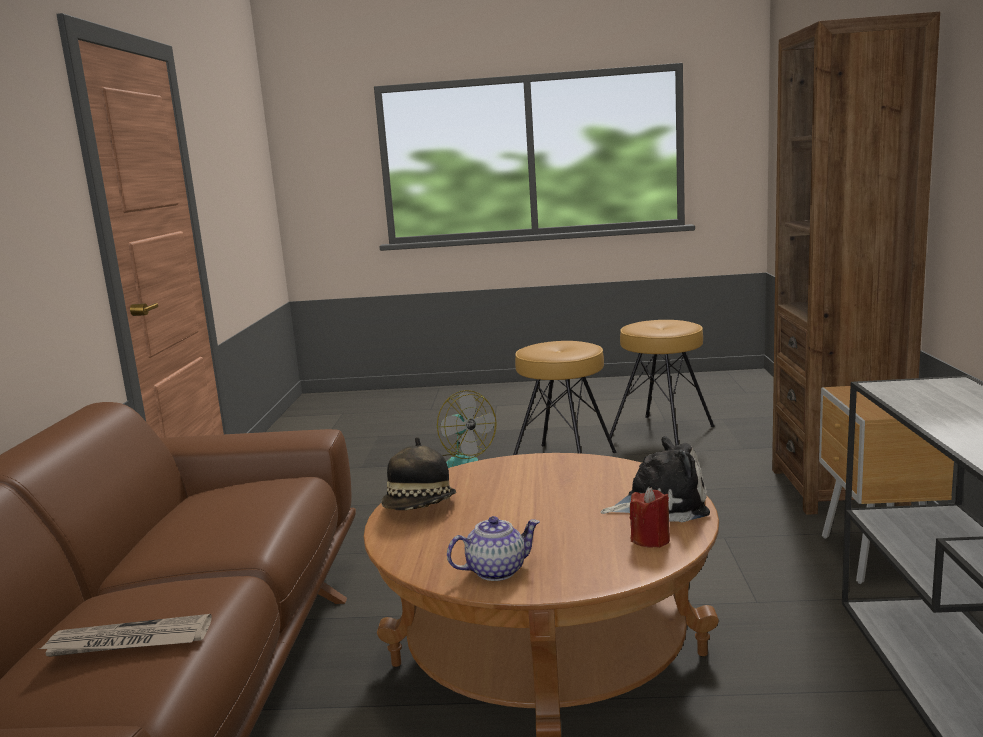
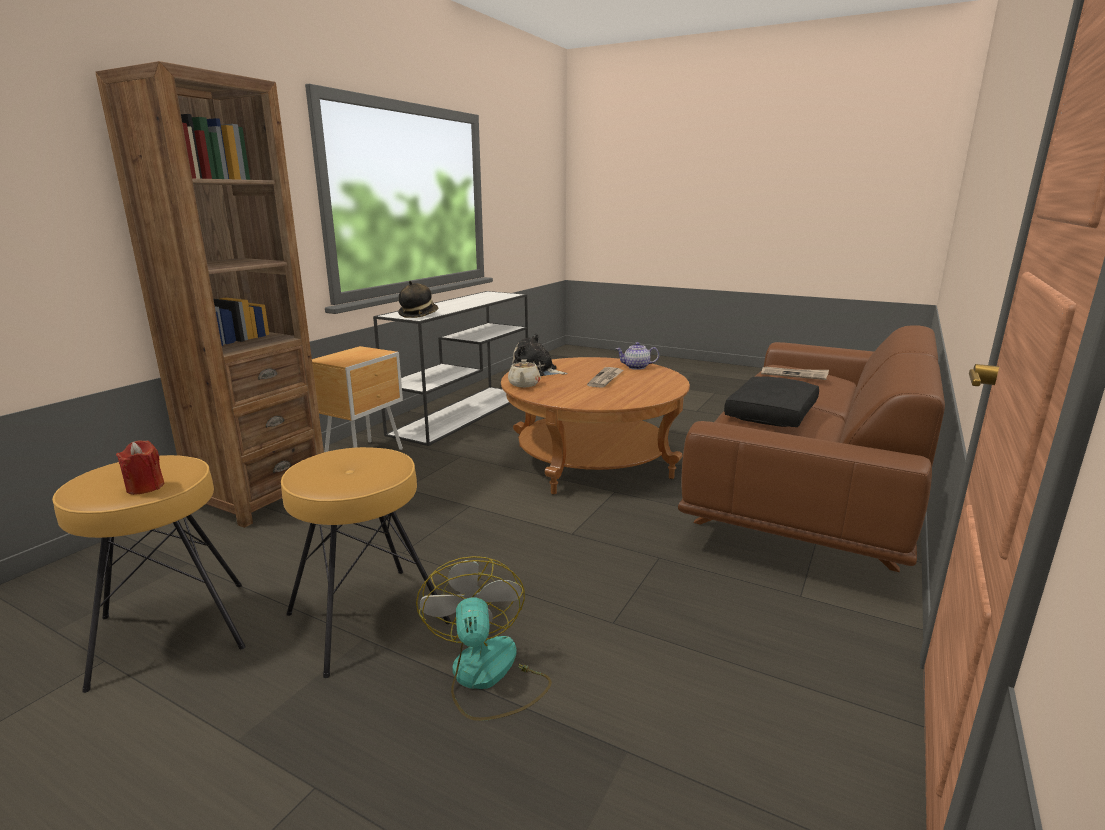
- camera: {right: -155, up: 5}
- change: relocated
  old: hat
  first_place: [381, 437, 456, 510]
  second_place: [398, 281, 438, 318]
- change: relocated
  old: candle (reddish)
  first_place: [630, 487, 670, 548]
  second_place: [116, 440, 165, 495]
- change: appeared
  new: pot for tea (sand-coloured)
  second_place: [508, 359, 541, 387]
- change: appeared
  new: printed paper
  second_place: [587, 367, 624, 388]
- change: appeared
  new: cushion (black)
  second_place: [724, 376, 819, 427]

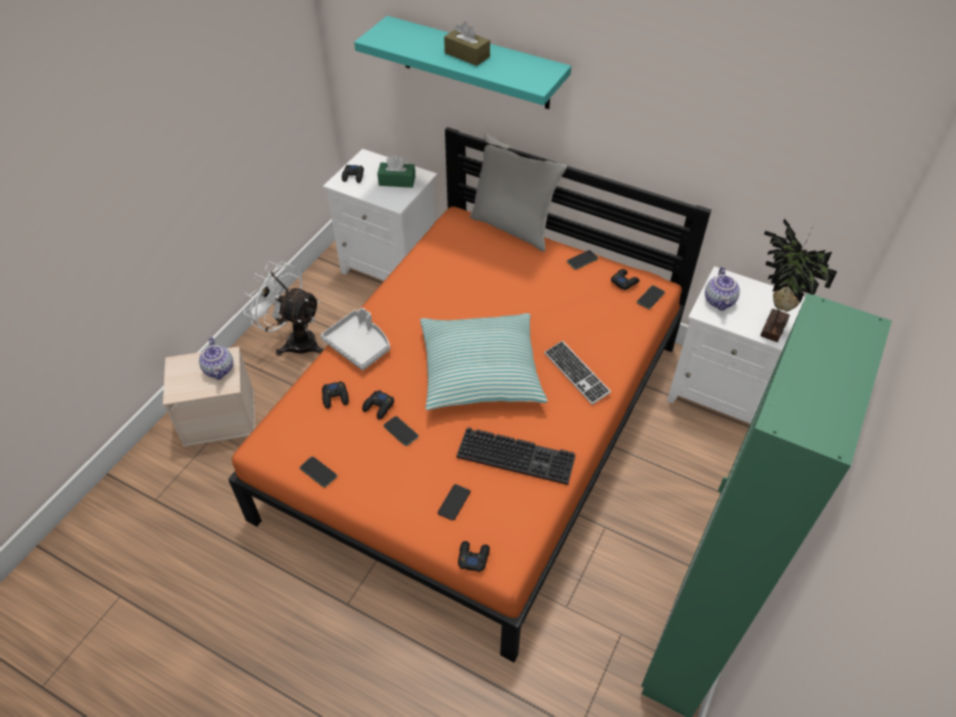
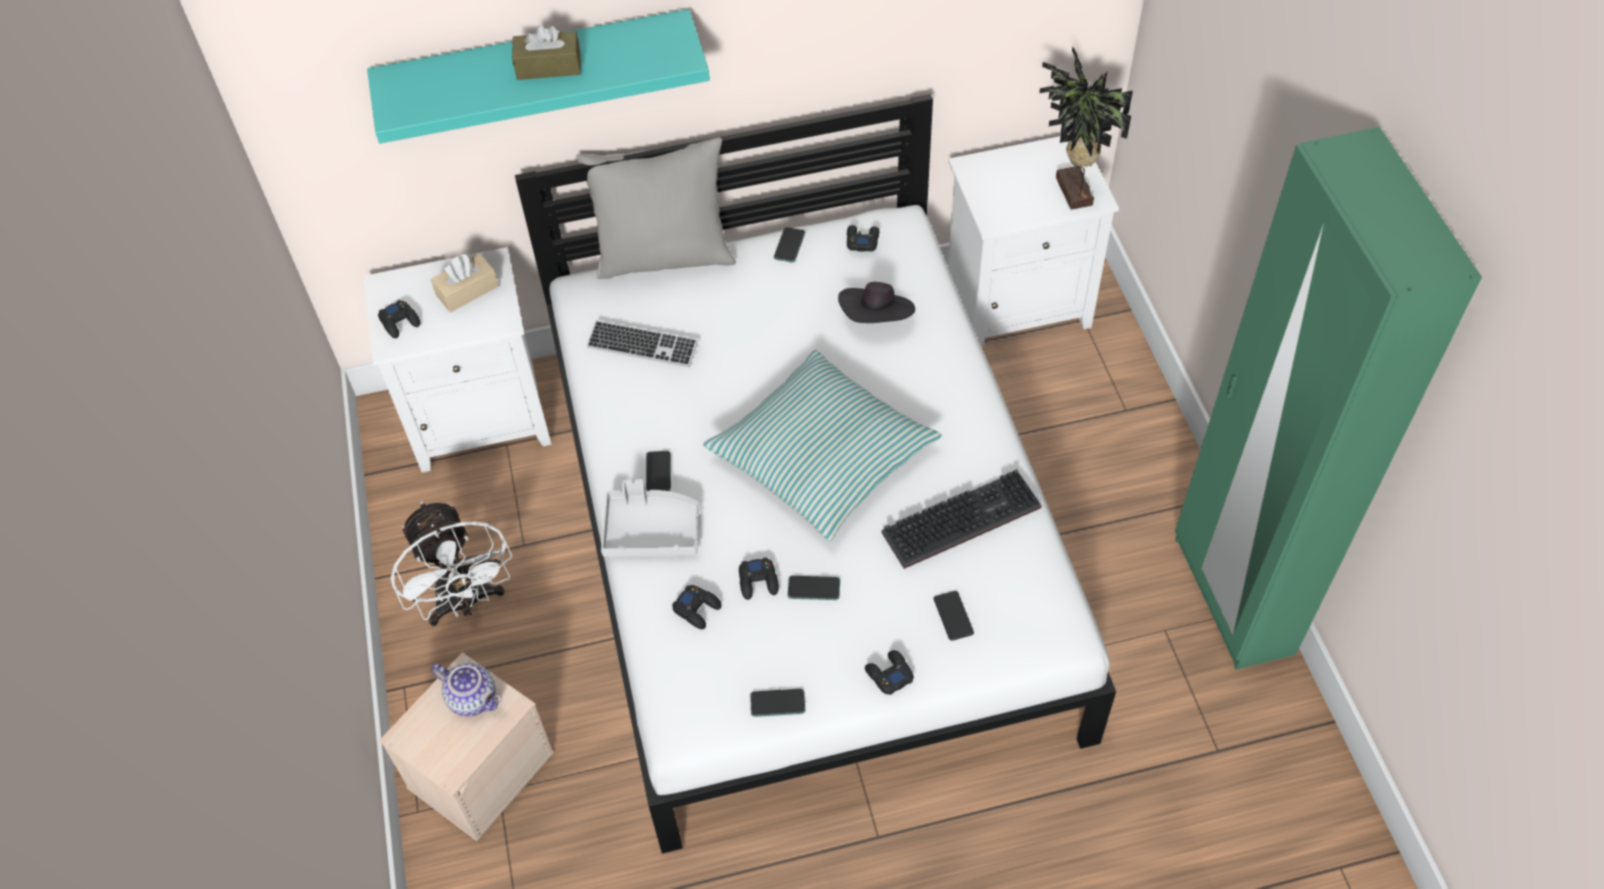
- camera: {right: -40, up: 5}
- change: colour
  old: bed (orange)
  new: bed (white-coloured)
  first_place: [228, 127, 711, 663]
  second_place: [515, 94, 1116, 854]
- change: spun
  old: electric fan (white-coloured)
  first_place: [244, 261, 324, 356]
  second_place: [390, 501, 512, 626]
  degrees: -105
- change: colour
  old: box of tissues (green-coloured)
  new: box of tissues (sand-coloured)
  first_place: [377, 156, 415, 188]
  second_place: [431, 253, 499, 312]
- change: relocated
  old: game controller (black)
  first_place: [458, 541, 490, 572]
  second_place: [865, 650, 914, 695]
- change: relocated
  old: keyboard
  first_place: [544, 341, 611, 405]
  second_place: [587, 320, 698, 367]
- change: relocated
  old: telephone
  first_place: [637, 285, 665, 309]
  second_place: [646, 451, 671, 491]
- change: missing
  old: pot for tea
  first_place: [705, 267, 740, 311]
- change: appeared
  new: hat (black)
  second_place: [838, 282, 915, 323]

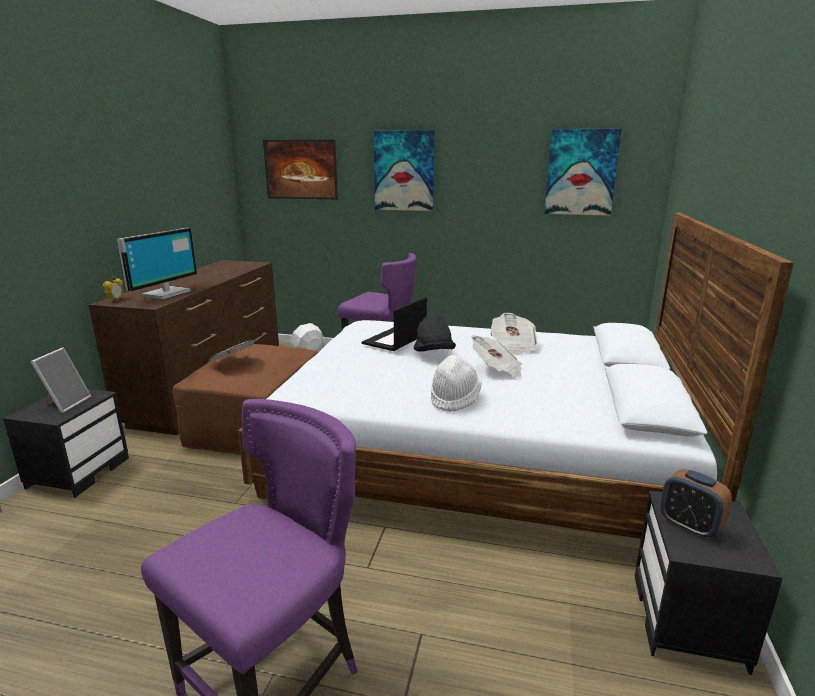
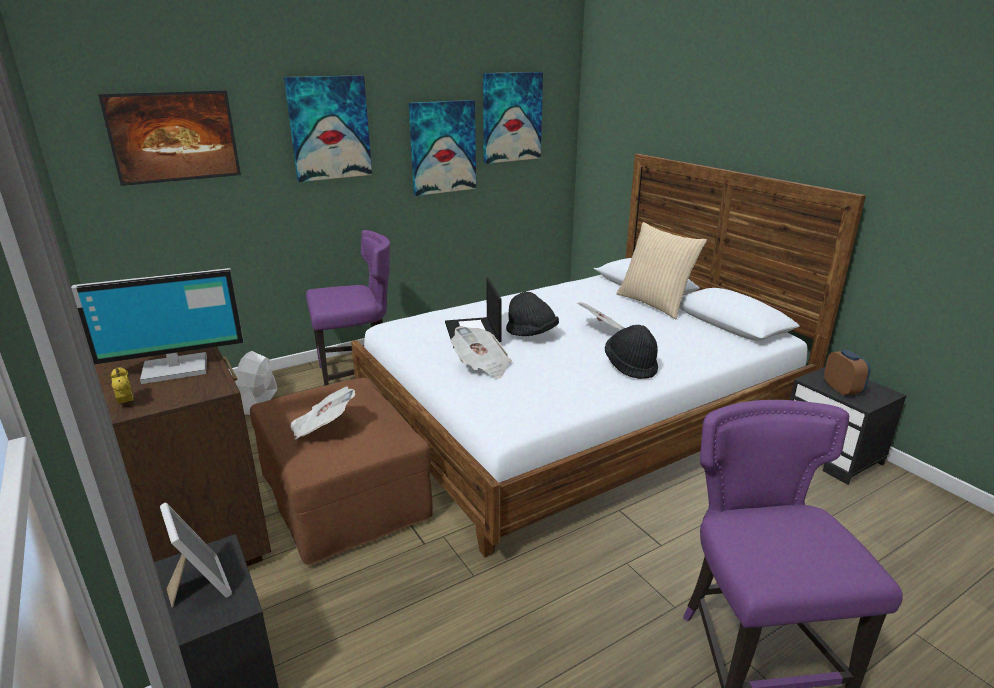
- camera: {right: -45, up: 5}
- change: spun
  old: computer screen
  first_place: [117, 228, 197, 299]
  second_place: [71, 268, 244, 384]
  degrees: 90
- change: colour
  old: hat (white-coloured)
  new: hat (black)
  first_place: [431, 355, 482, 412]
  second_place: [605, 325, 658, 379]
- change: relocated
  old: printed paper
  first_place: [490, 313, 537, 355]
  second_place: [451, 326, 512, 378]
- change: spun
  old: table clock
  first_place: [660, 469, 732, 538]
  second_place: [824, 350, 870, 396]
  degrees: -105
- change: appeared
  new: picture
  second_place: [409, 100, 476, 196]
- change: appeared
  new: cushion (sand-coloured)
  second_place: [616, 222, 707, 319]

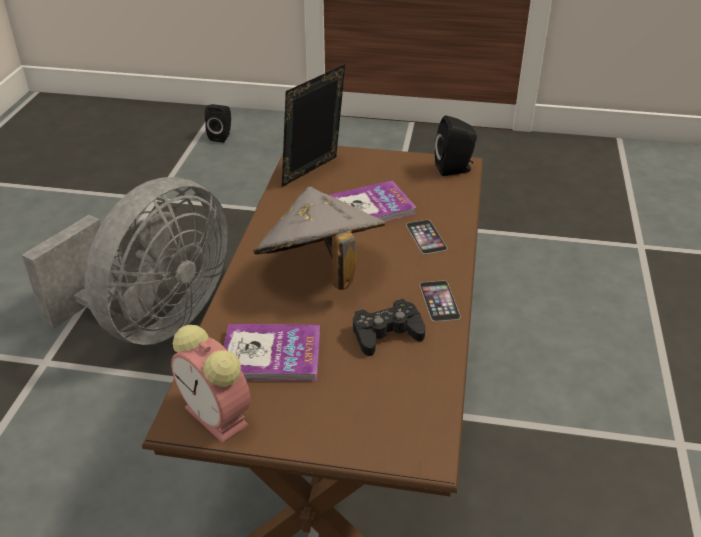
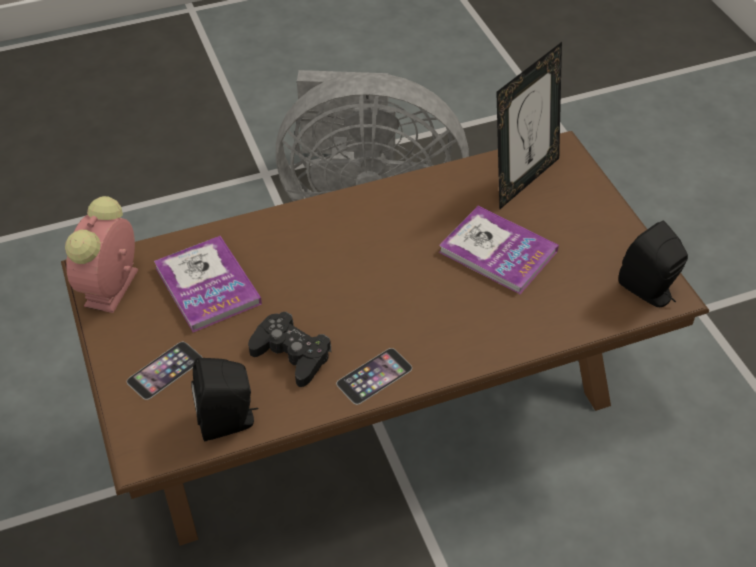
- camera: {right: 60, up: 10}
- change: relocated
  old: speaker (black)
  first_place: [205, 104, 231, 143]
  second_place: [191, 358, 258, 441]
- change: missing
  old: hat (gray)
  first_place: [254, 187, 385, 290]
- change: spun
  old: standing frame
  first_place: [282, 64, 345, 187]
  second_place: [496, 42, 562, 210]
  degrees: 120
- change: relocated
  old: telephone
  first_place: [406, 220, 448, 254]
  second_place: [127, 342, 203, 400]

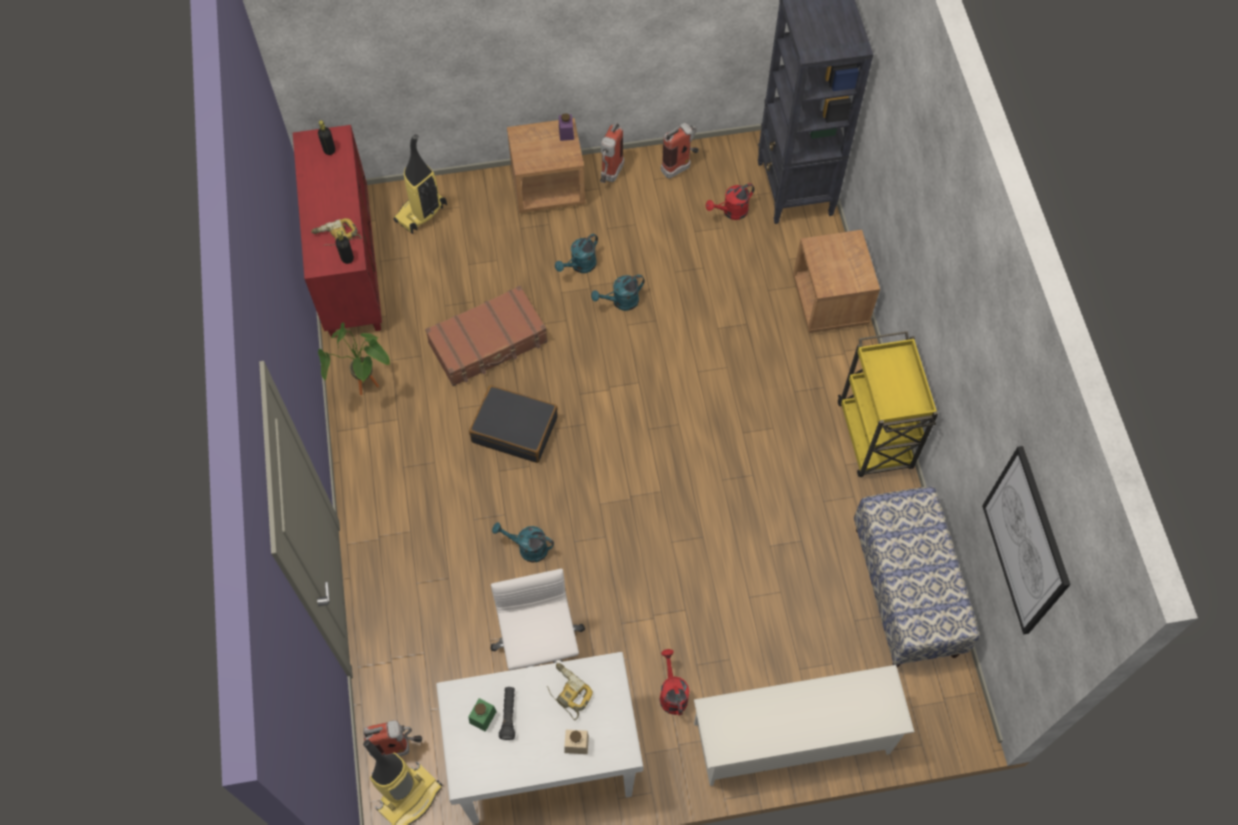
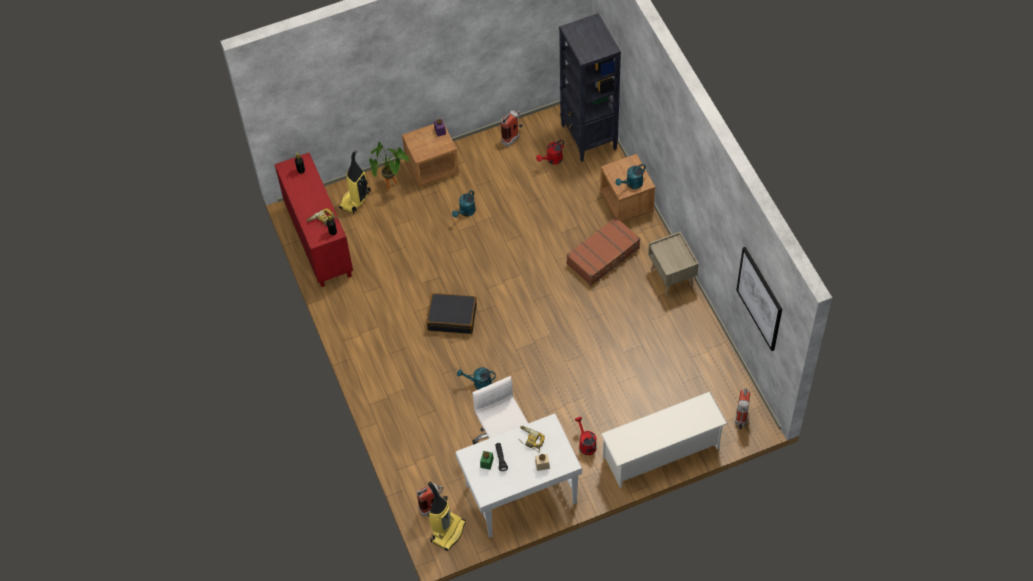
- camera: {right: -10, up: -5}
- change: relocated
  old: houseplant
  first_place: [318, 322, 390, 395]
  second_place: [369, 142, 409, 191]
- change: relocated
  old: suitcase (brown)
  first_place: [425, 286, 548, 386]
  second_place: [566, 216, 640, 286]
- change: relocated
  old: sprinkling can (turquoise-coloured)
  first_place: [591, 275, 645, 311]
  second_place: [615, 164, 646, 189]
- change: relocated
  old: extinguisher
  first_place: [600, 122, 624, 183]
  second_place: [735, 388, 750, 429]
- change: exchanged
  old: wheeled cart (yellow)
  new: bedside table (sand-coloured)
  first_place: [838, 331, 938, 477]
  second_place: [648, 231, 699, 295]
- change: missing
  old: bench
  first_place: [854, 486, 980, 668]

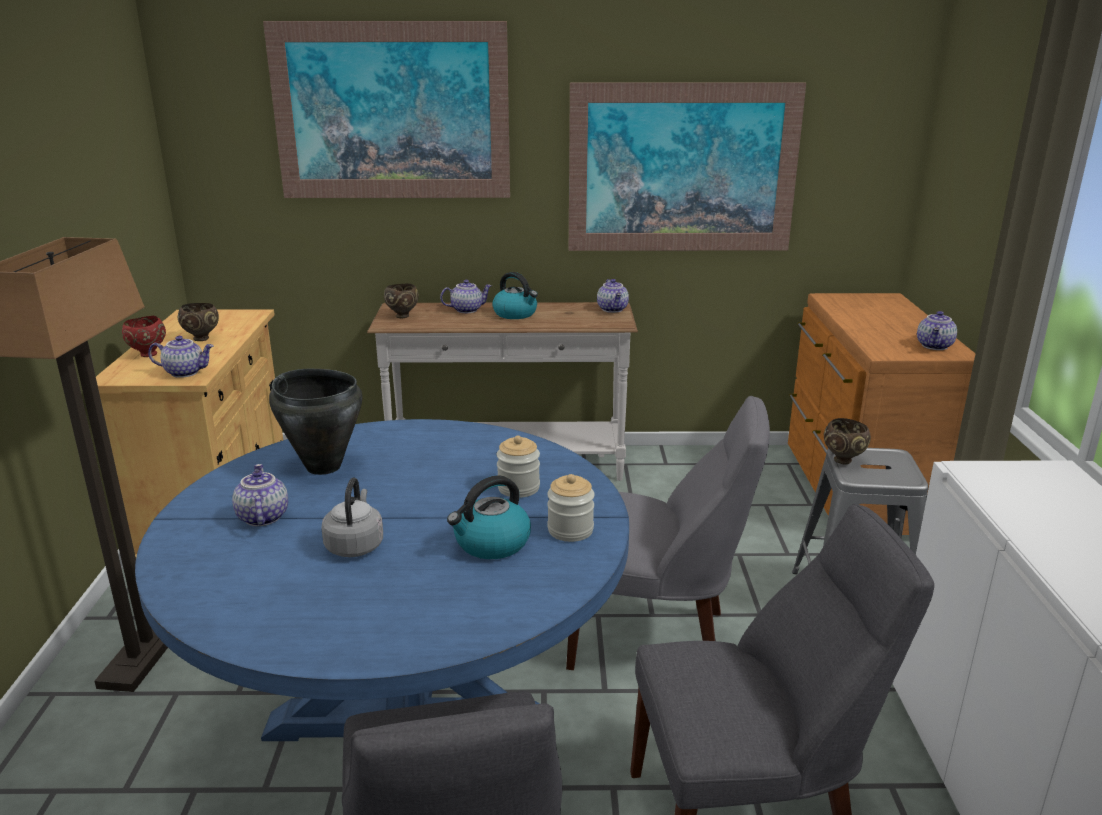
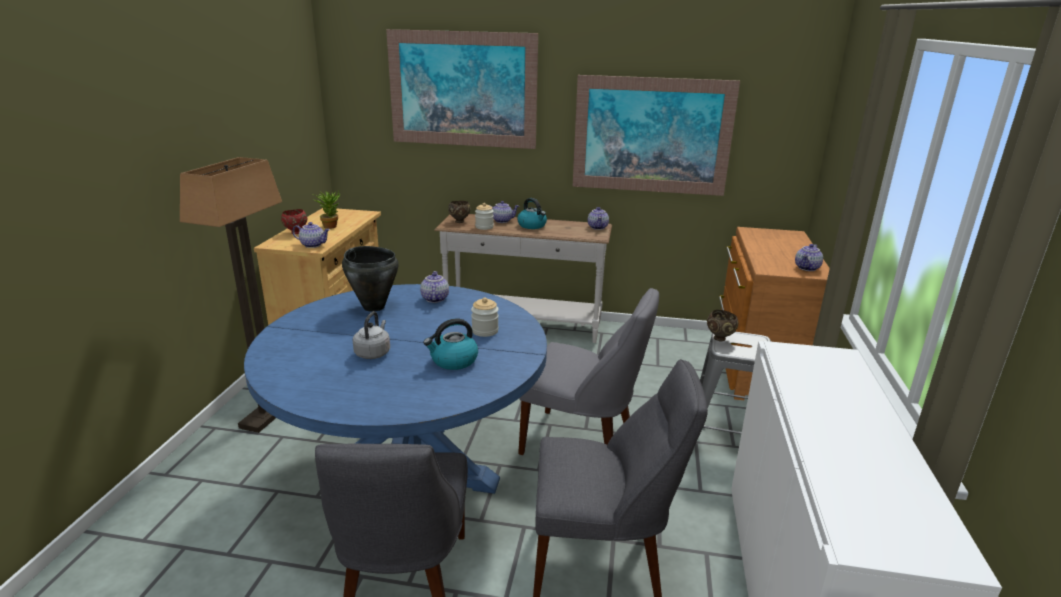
- camera: {right: 10, up: 0}
- change: exchanged
  old: serving bowl (brown)
  new: houseplant
  first_place: [178, 303, 219, 341]
  second_place: [313, 191, 340, 229]
- change: relocated
  old: pot for tea
  first_place: [232, 464, 288, 526]
  second_place: [420, 271, 449, 303]
- change: relocated
  old: storage jar
  first_place: [547, 474, 595, 542]
  second_place: [475, 203, 494, 230]

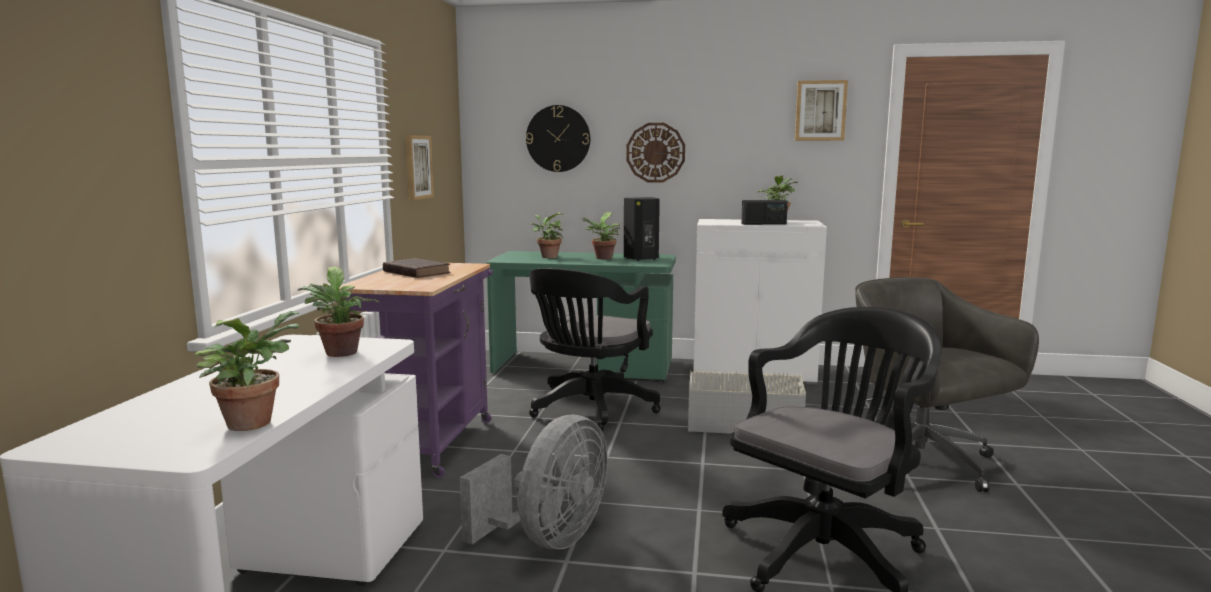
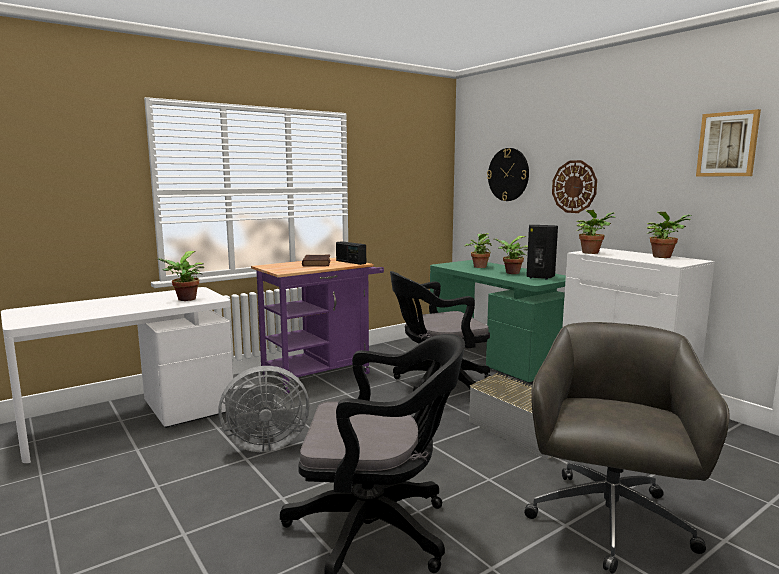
- camera: {right: 45, up: 0}
- change: relocated
  old: houseplant
  first_place: [194, 311, 300, 431]
  second_place: [577, 210, 616, 254]
- change: missing
  old: picture
  first_place: [405, 135, 434, 201]
- change: relocated
  old: radio set
  first_place: [741, 200, 788, 225]
  second_place: [336, 241, 366, 265]

